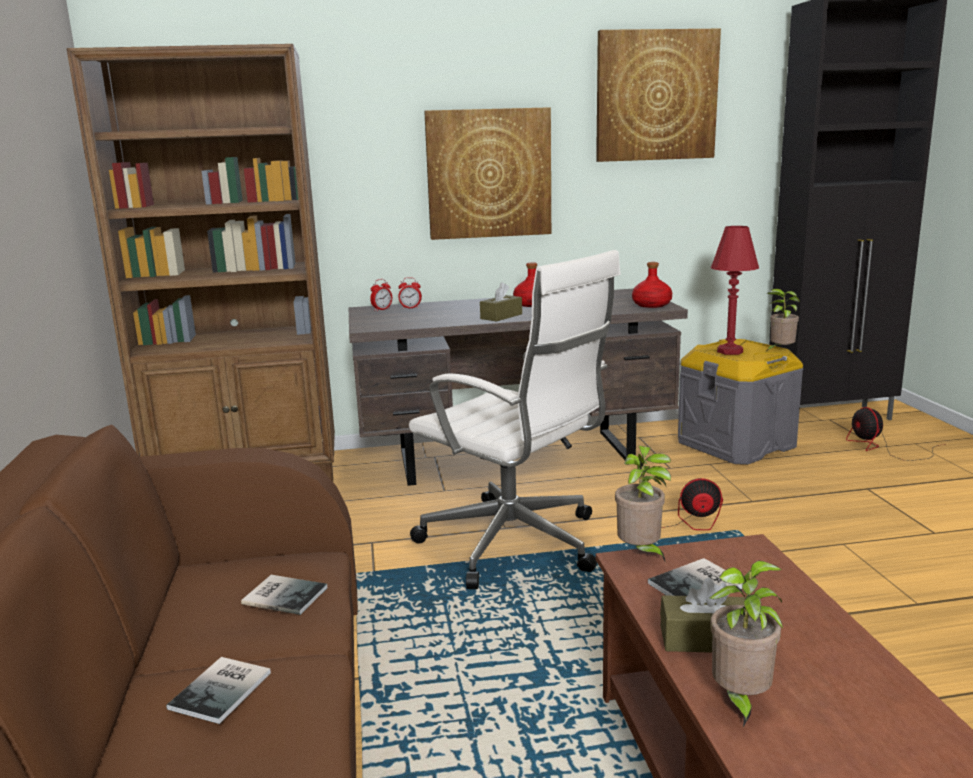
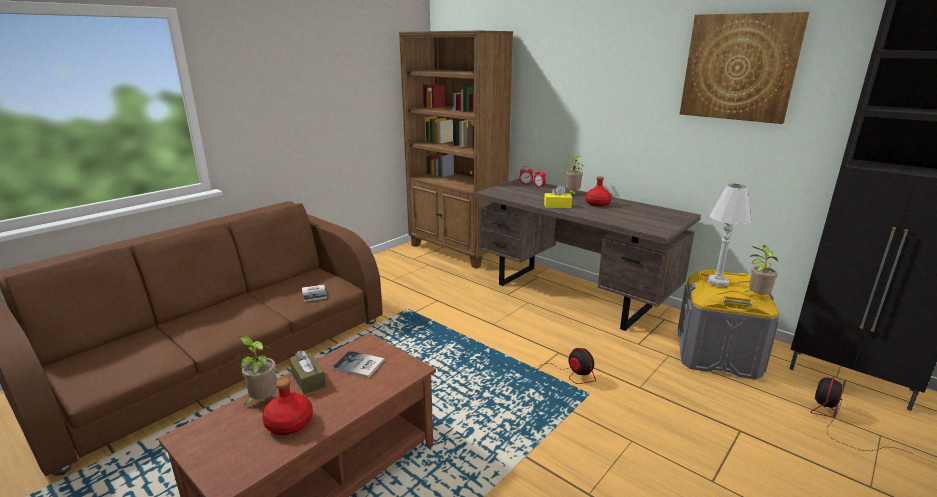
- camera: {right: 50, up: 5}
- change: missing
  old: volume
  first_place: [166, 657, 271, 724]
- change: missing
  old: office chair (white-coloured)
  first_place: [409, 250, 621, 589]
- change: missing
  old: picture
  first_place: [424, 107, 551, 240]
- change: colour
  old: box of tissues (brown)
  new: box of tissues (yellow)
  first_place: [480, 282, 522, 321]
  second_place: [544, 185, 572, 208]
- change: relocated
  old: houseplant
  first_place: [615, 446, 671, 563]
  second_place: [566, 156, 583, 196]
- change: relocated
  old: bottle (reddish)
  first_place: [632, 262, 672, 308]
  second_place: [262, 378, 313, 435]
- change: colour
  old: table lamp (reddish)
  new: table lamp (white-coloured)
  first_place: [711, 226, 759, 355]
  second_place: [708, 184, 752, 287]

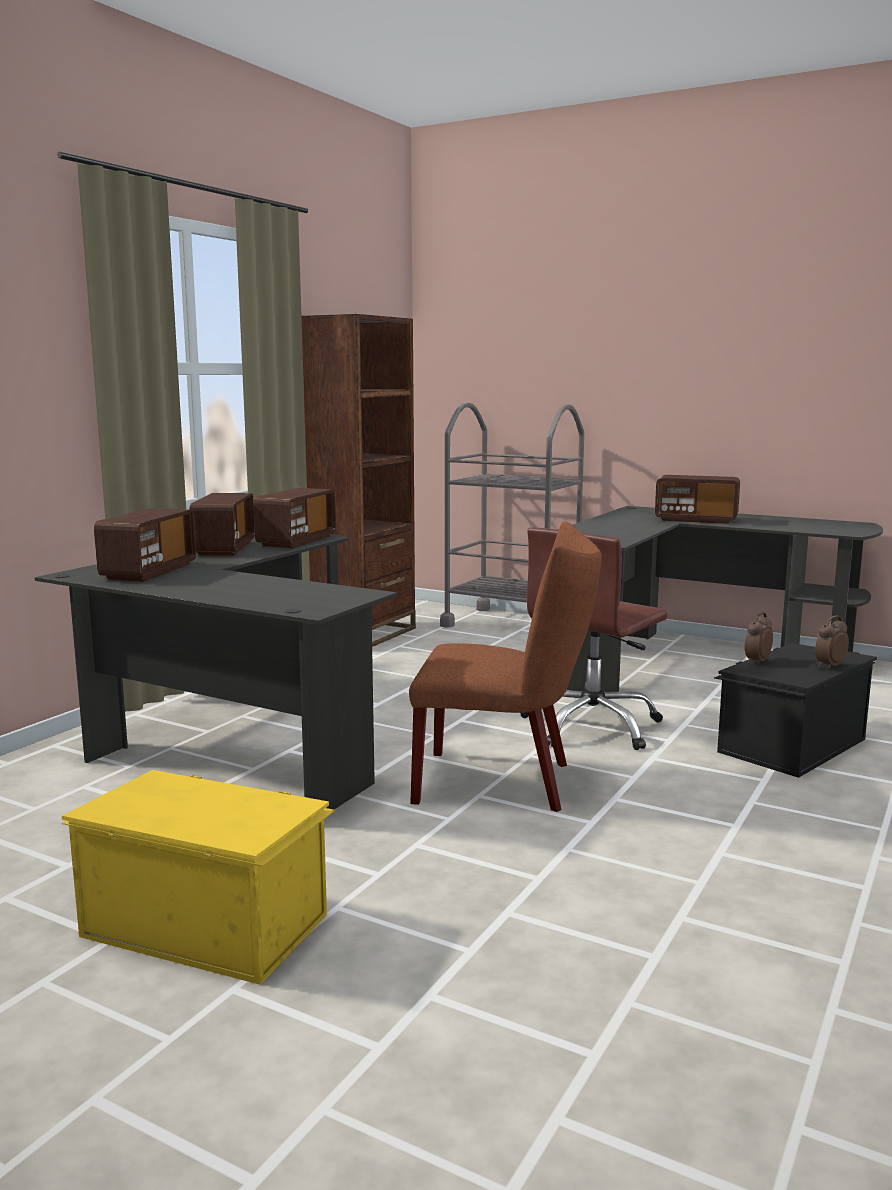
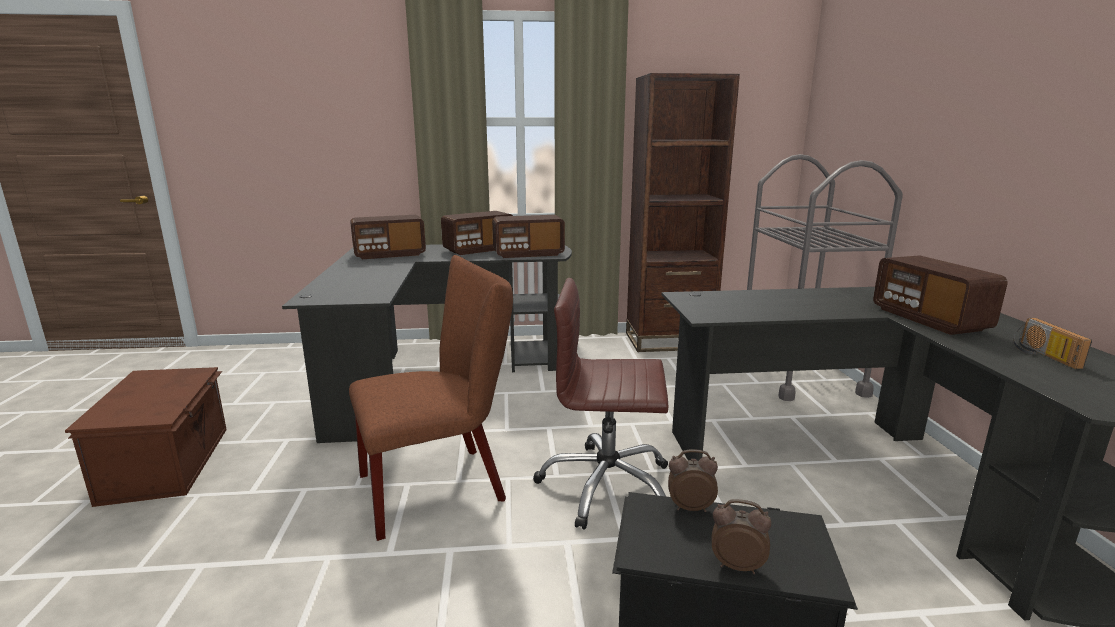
- camera: {right: 55, up: 5}
- change: colour
  old: storage box (yellow)
  new: storage box (brown)
  first_place: [62, 770, 335, 985]
  second_place: [65, 367, 227, 507]
- change: spun
  old: chair (brown)
  first_place: [409, 521, 602, 812]
  second_place: [349, 255, 513, 541]
  degrees: -90
- change: appeared
  new: radio set
  second_place: [1014, 318, 1092, 369]

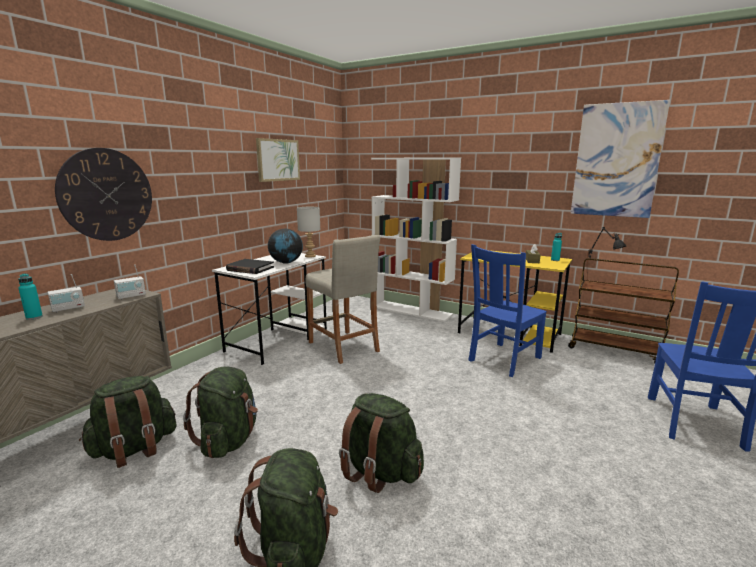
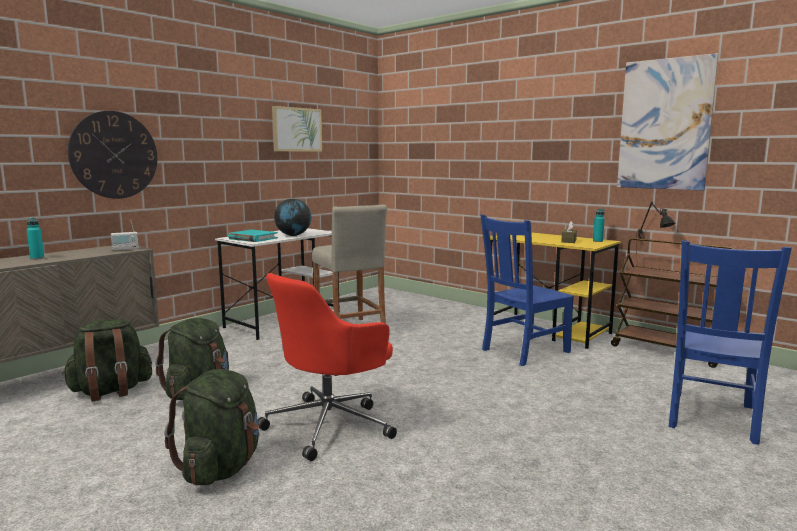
- camera: {right: 10, up: -5}
- change: missing
  old: radio set
  first_place: [48, 274, 85, 313]
- change: colour
  old: volume (black)
  new: volume (turquoise-coloured)
  first_place: [226, 259, 274, 274]
  second_place: [228, 230, 278, 242]
- change: missing
  old: table lamp (gray)
  first_place: [297, 207, 320, 258]
- change: exchanged
  old: rucksack (green-coloured)
  new: office chair (reddish)
  first_place: [339, 393, 424, 493]
  second_place: [257, 273, 397, 461]
- change: missing
  old: bookcase (white-coloured)
  first_place: [371, 157, 461, 322]

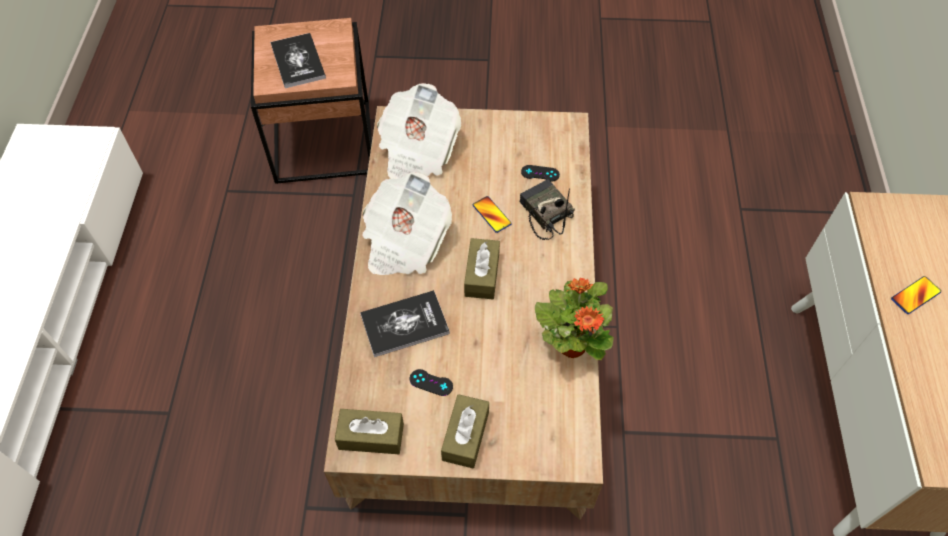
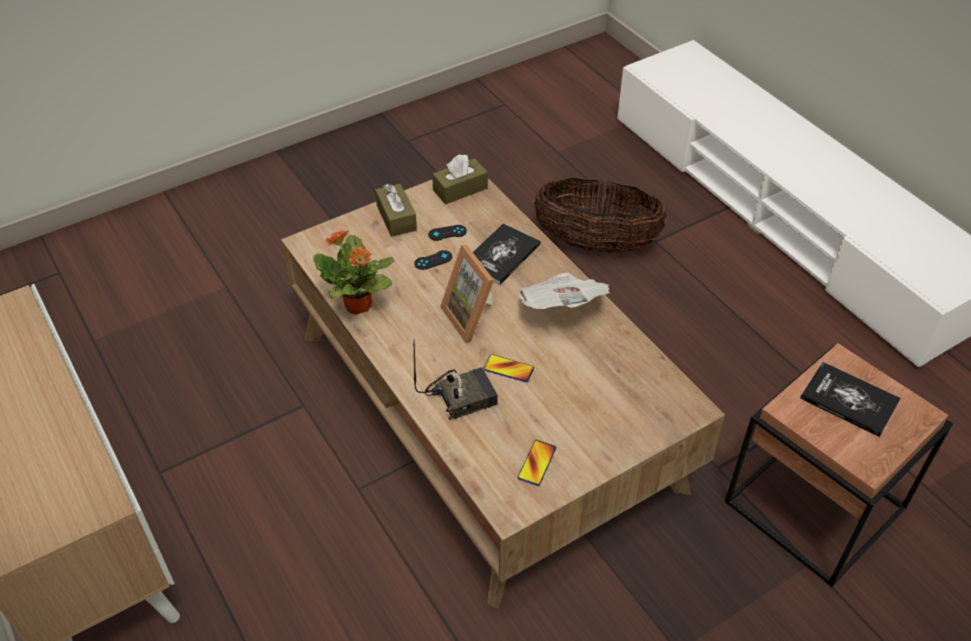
- camera: {right: 145, up: -10}
- change: missing
  old: printed paper
  first_place: [377, 83, 461, 179]
- change: exchanged
  old: box of tissues (brown)
  new: standing frame
  first_place: [464, 238, 500, 299]
  second_place: [440, 245, 494, 343]
- change: spun
  old: radio set
  first_place: [520, 179, 575, 240]
  second_place: [414, 339, 498, 420]
  degrees: -45
- change: relocated
  old: game controller (black)
  first_place: [521, 165, 560, 182]
  second_place: [414, 250, 452, 270]
- change: relocated
  old: telephone
  first_place: [891, 276, 941, 314]
  second_place: [518, 440, 556, 486]
- change: appeared
  new: basket
  second_place: [533, 178, 666, 253]

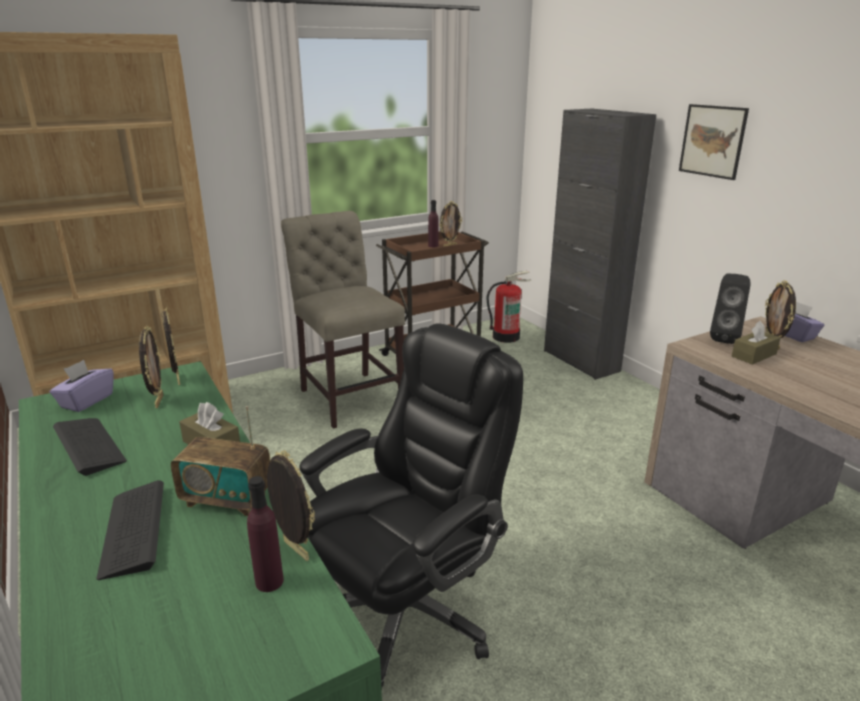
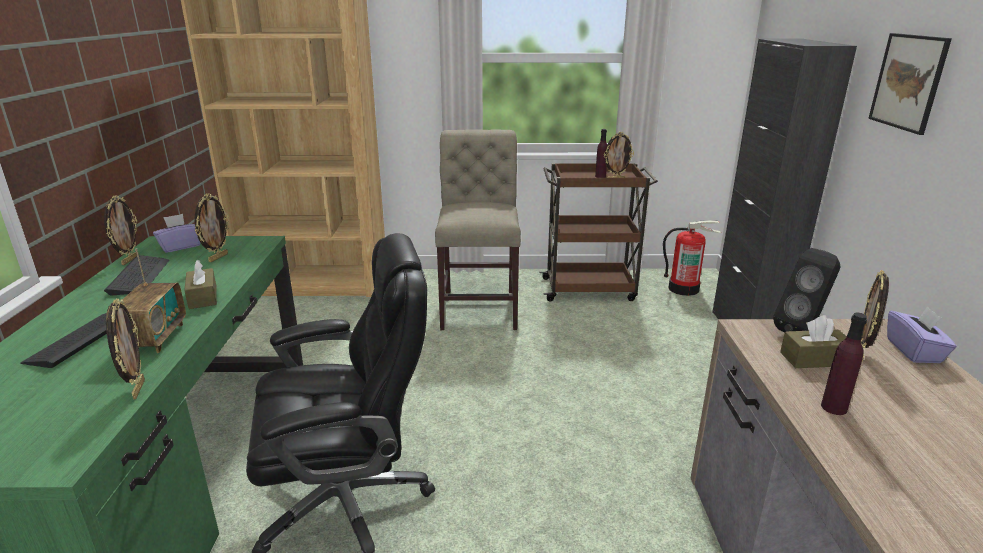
- camera: {right: 30, up: 0}
- change: relocated
  old: standing frame
  first_place: [161, 308, 180, 385]
  second_place: [104, 195, 139, 265]
- change: spun
  old: radio set
  first_place: [171, 406, 271, 516]
  second_place: [123, 248, 186, 353]
  degrees: -135
- change: relocated
  old: bottle (purple)
  first_place: [247, 476, 284, 592]
  second_place: [821, 313, 867, 415]

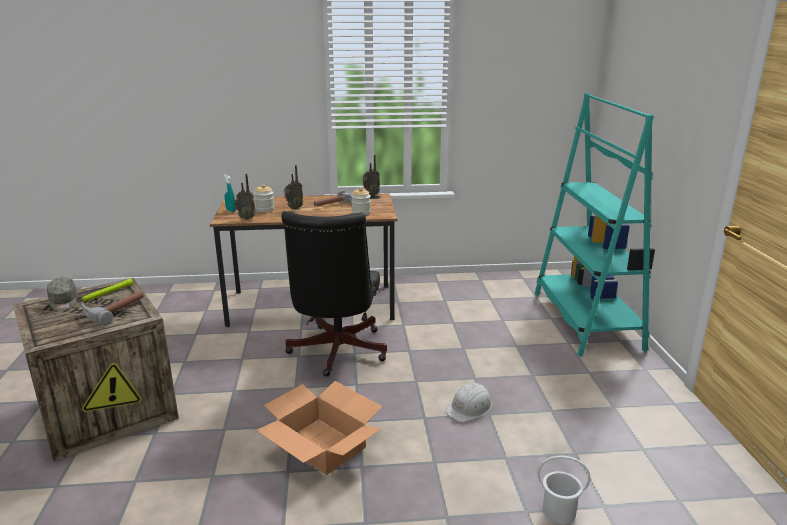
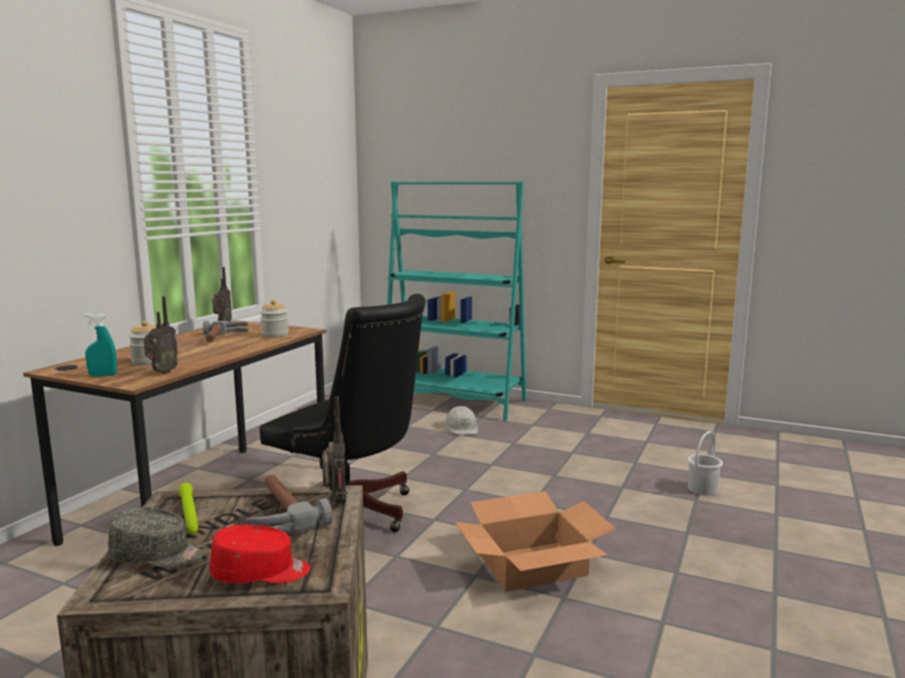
- camera: {right: -60, up: -10}
- change: relocated
  old: radio set
  first_place: [284, 165, 303, 210]
  second_place: [322, 396, 346, 504]
- change: relocated
  old: work helmet (white-coloured)
  first_place: [445, 383, 492, 422]
  second_place: [444, 406, 478, 435]
- change: appeared
  new: cap (reddish)
  second_place: [210, 524, 310, 583]

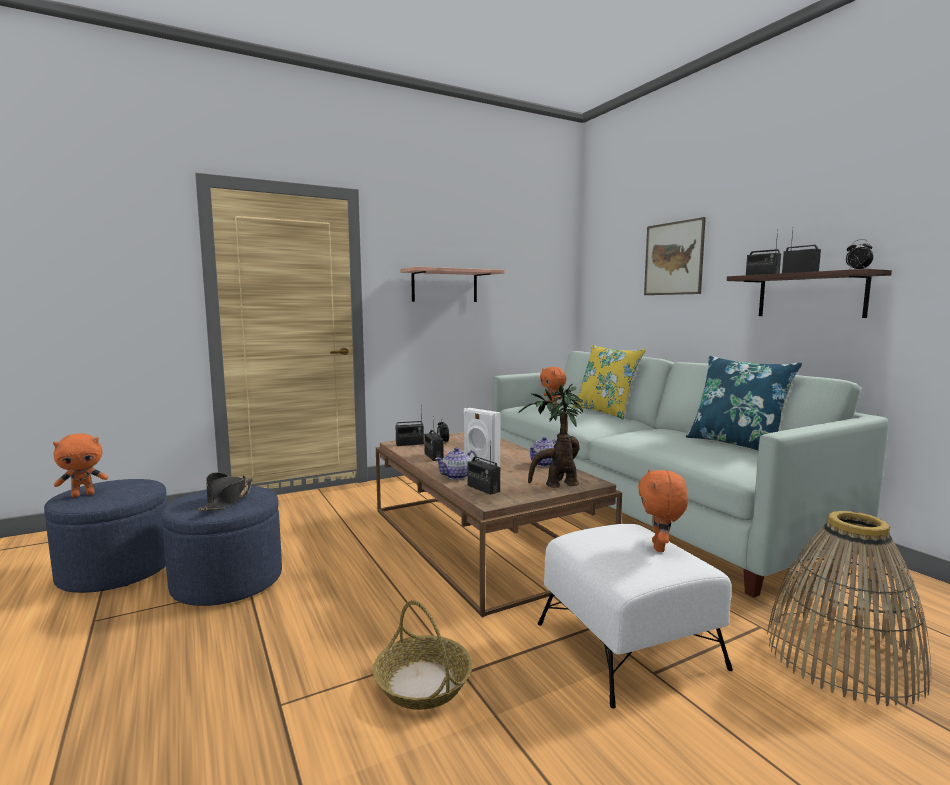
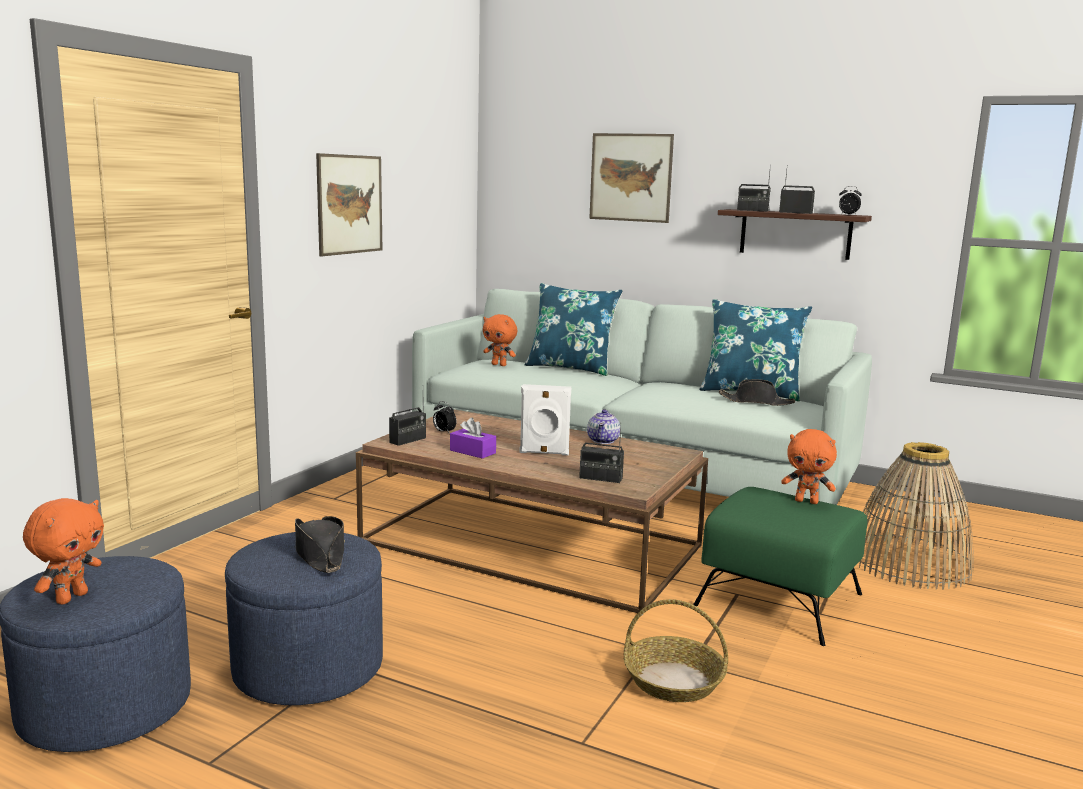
- camera: {right: -35, up: 5}
- change: exchanged
  old: bracket shelf
  new: picture
  first_place: [400, 267, 505, 302]
  second_place: [316, 153, 382, 256]
- change: exchanged
  old: radio set
  new: box of tissues (purple)
  first_place: [424, 416, 444, 461]
  second_place: [450, 418, 496, 459]
- change: missing
  old: pot for tea
  first_place: [435, 447, 477, 480]
- change: missing
  old: houseplant
  first_place: [518, 384, 583, 488]
- change: colour
  old: footrest (white-coloured)
  new: footrest (green-coloured)
  first_place: [538, 524, 733, 709]
  second_place: [693, 487, 867, 646]
- change: colour
  old: cushion (yellow)
  new: cushion (blue-coloured)
  first_place: [573, 345, 646, 420]
  second_place: [525, 283, 623, 376]
- change: spun
  old: cuddly toy (orange)
  first_place: [638, 469, 688, 552]
  second_place: [781, 429, 837, 504]
  degrees: -45
- change: appeared
  new: hat (black)
  second_place: [719, 379, 795, 406]

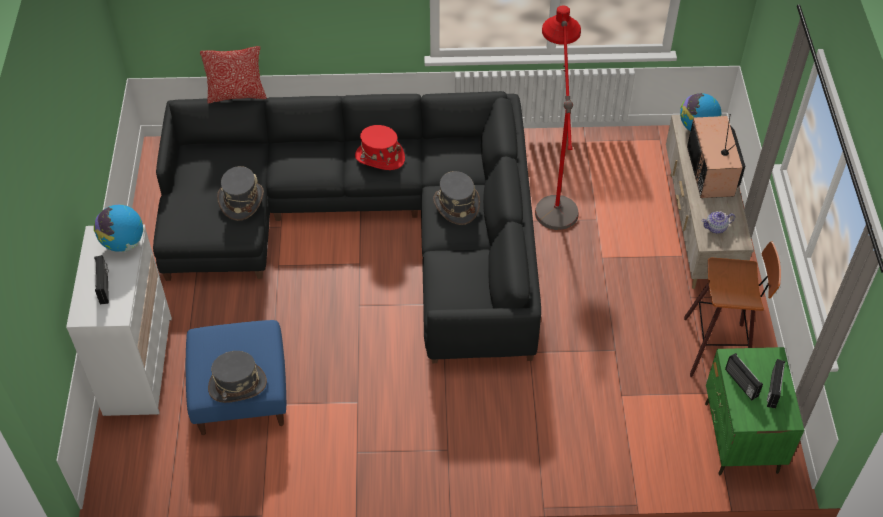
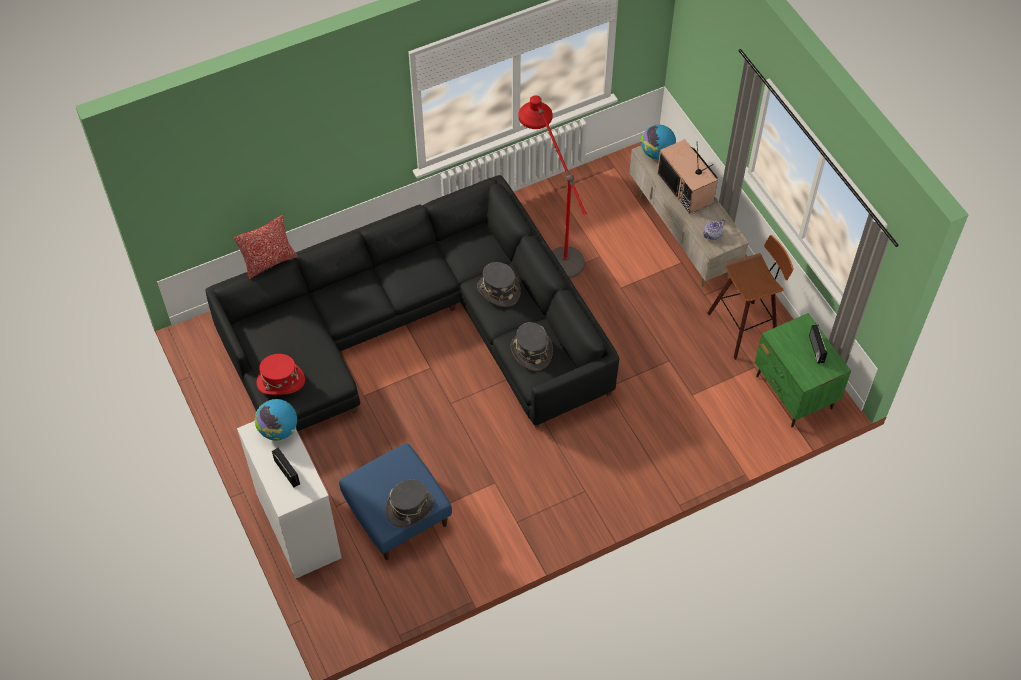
- camera: {right: -25, up: 5}
- change: relocated
  old: hat (gray)
  first_place: [217, 166, 264, 221]
  second_place: [510, 322, 553, 371]
- change: relocated
  old: hat (reddish)
  first_place: [355, 125, 405, 170]
  second_place: [256, 354, 305, 395]
- change: missing
  old: radio set
  first_place: [725, 353, 763, 400]

